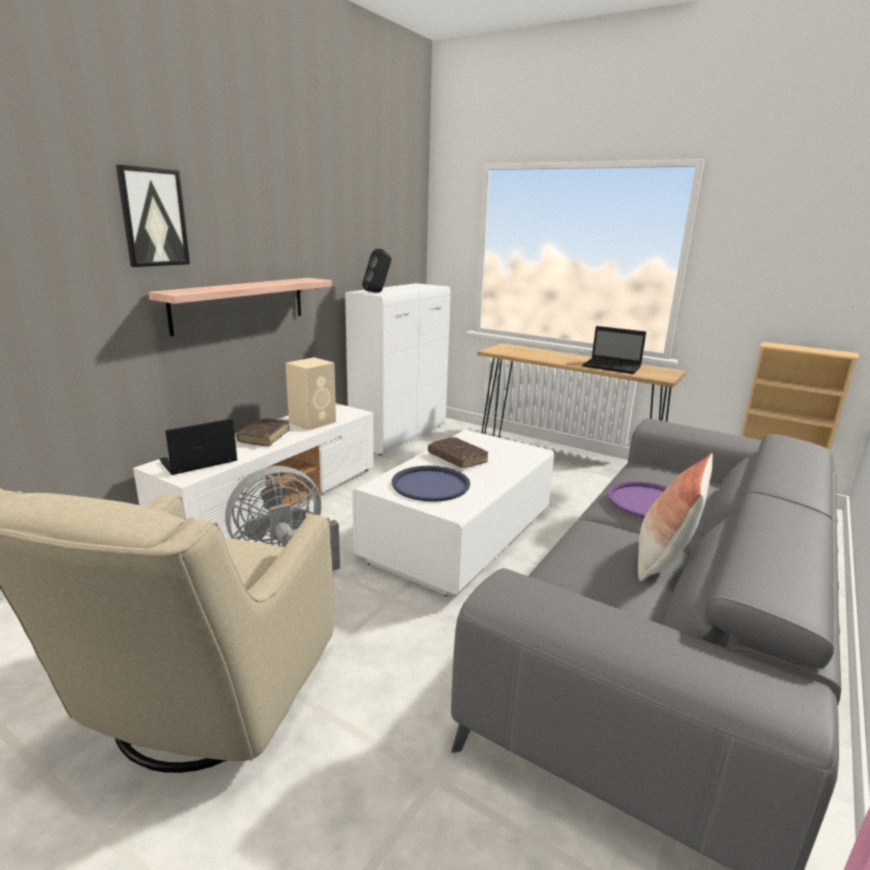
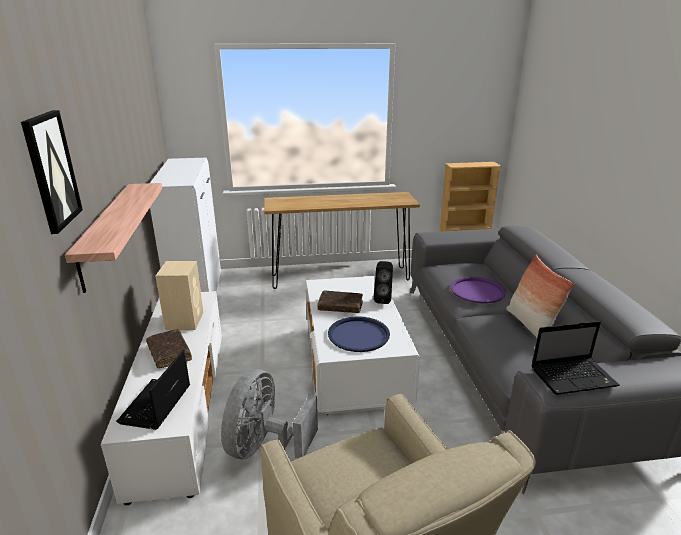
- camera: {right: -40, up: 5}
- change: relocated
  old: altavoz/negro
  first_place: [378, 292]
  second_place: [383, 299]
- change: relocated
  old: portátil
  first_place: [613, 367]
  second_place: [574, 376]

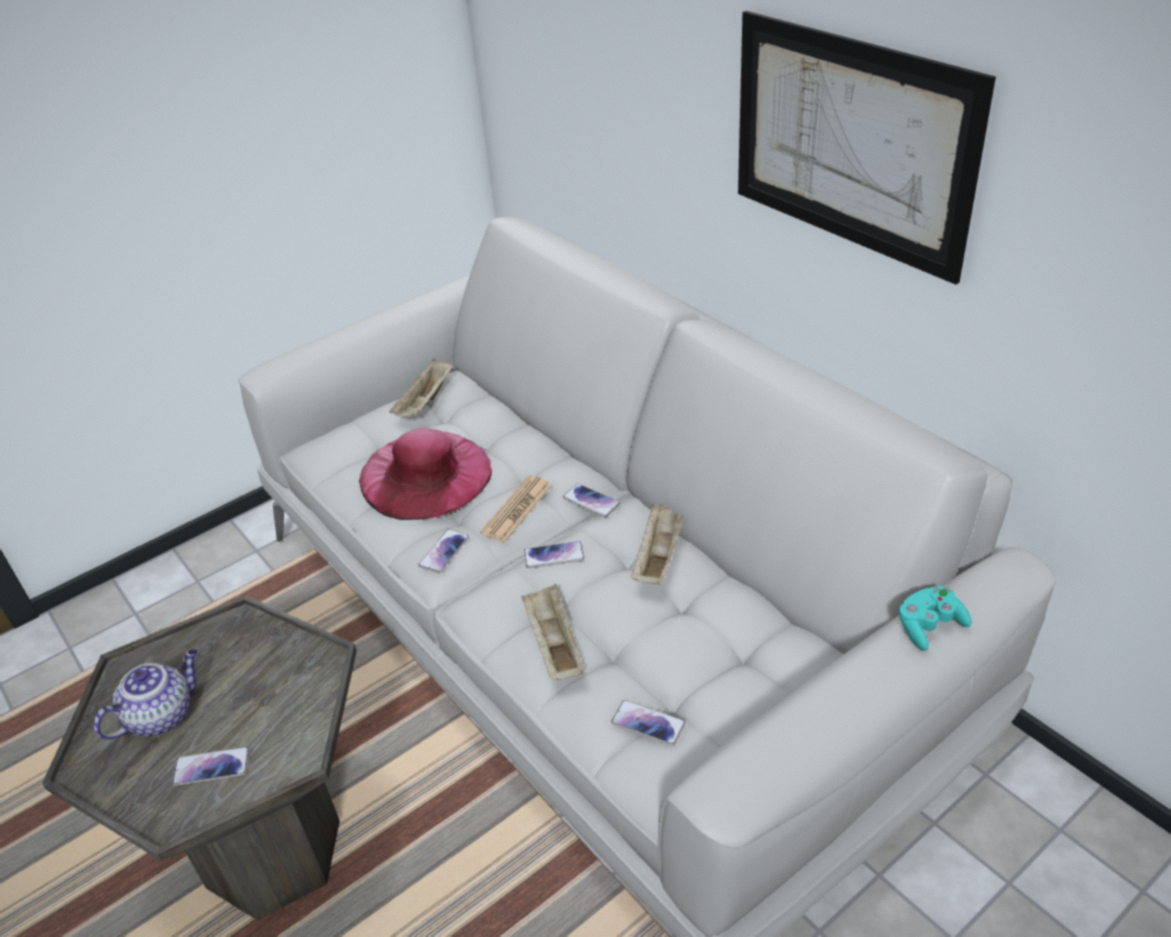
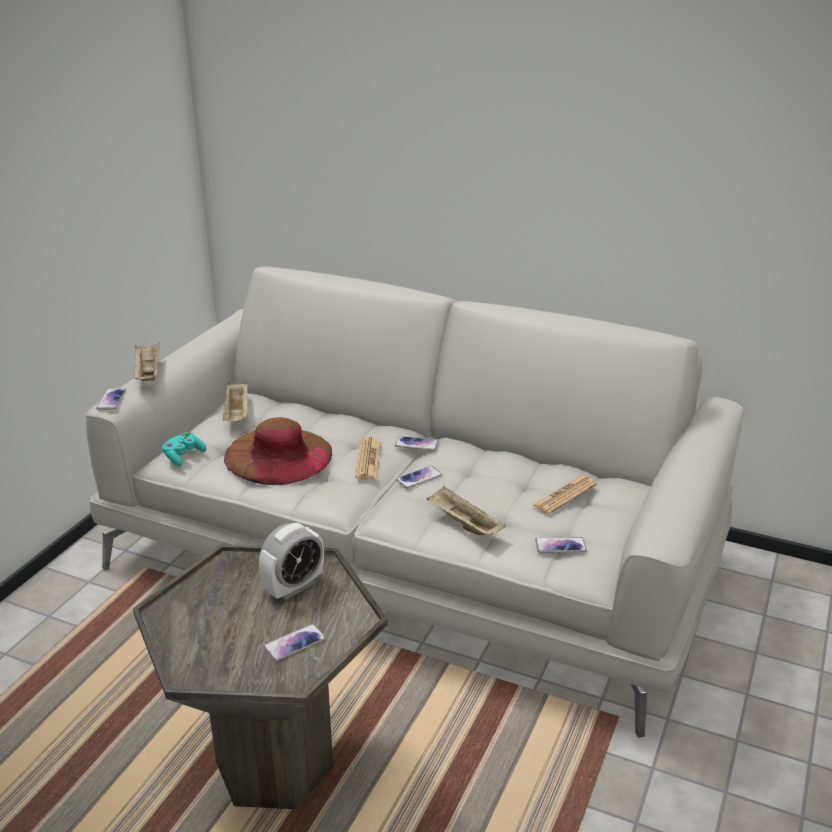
- camera: {right: -30, up: -10}
- change: missing
  old: tetera
  first_place: [162, 715]
- change: missing
  old: cuadro
  first_place: [850, 142]
- change: appeared
  new: despertador
  second_place: [294, 587]
- change: appeared
  new: periódico
  second_place: [564, 496]
- change: relocated
  old: móvil
  first_place: [444, 551]
  second_place: [111, 399]
- change: relocated
  old: bandeja/beis
  first_place: [659, 556]
  second_place: [148, 373]
- change: relocated
  old: mando de consola/turquesa
  first_place: [929, 627]
  second_place: [183, 456]
- change: colour
  old: sombrero/rosa
  new: sombrero/marrón
  first_place: [425, 474]
  second_place: [278, 455]

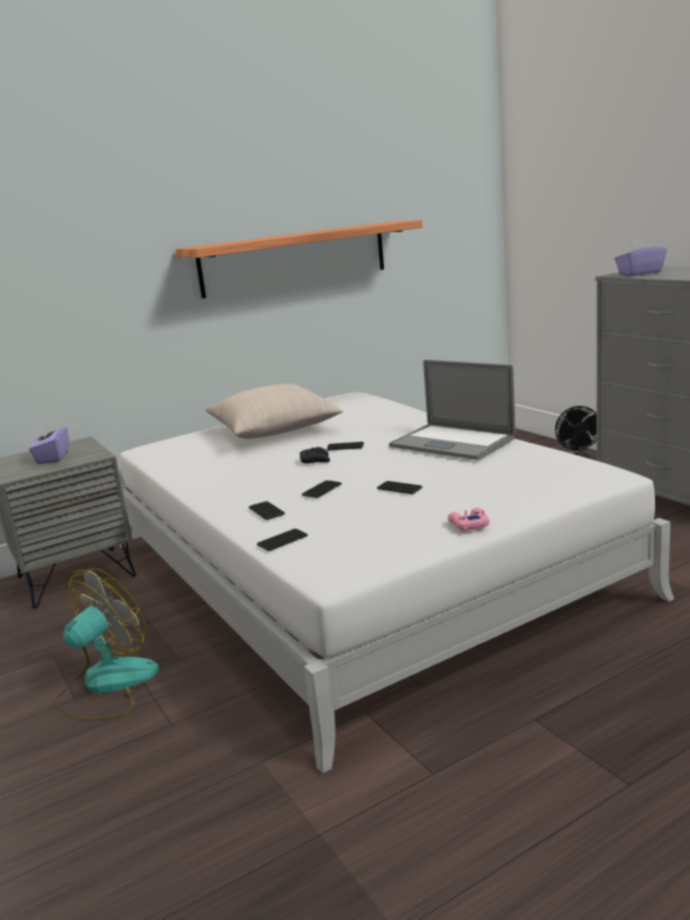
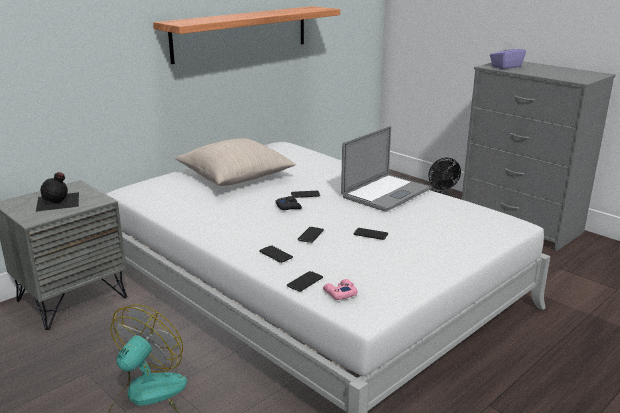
- camera: {right: -15, up: 5}
- change: relocated
  old: mando de consola/rosa
  first_place: [468, 524]
  second_place: [340, 293]
- change: exchanged
  old: caja de pañuelos/morado
  new: botella/negro
  first_place: [52, 458]
  second_place: [58, 201]
- change: spun
  old: portátil
  first_place: [452, 442]
  second_place: [386, 193]
  degrees: -75

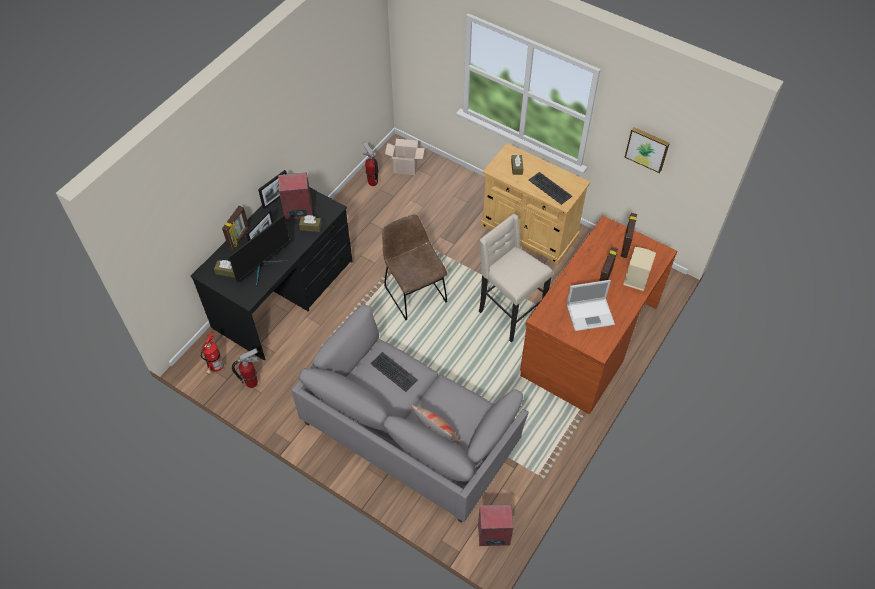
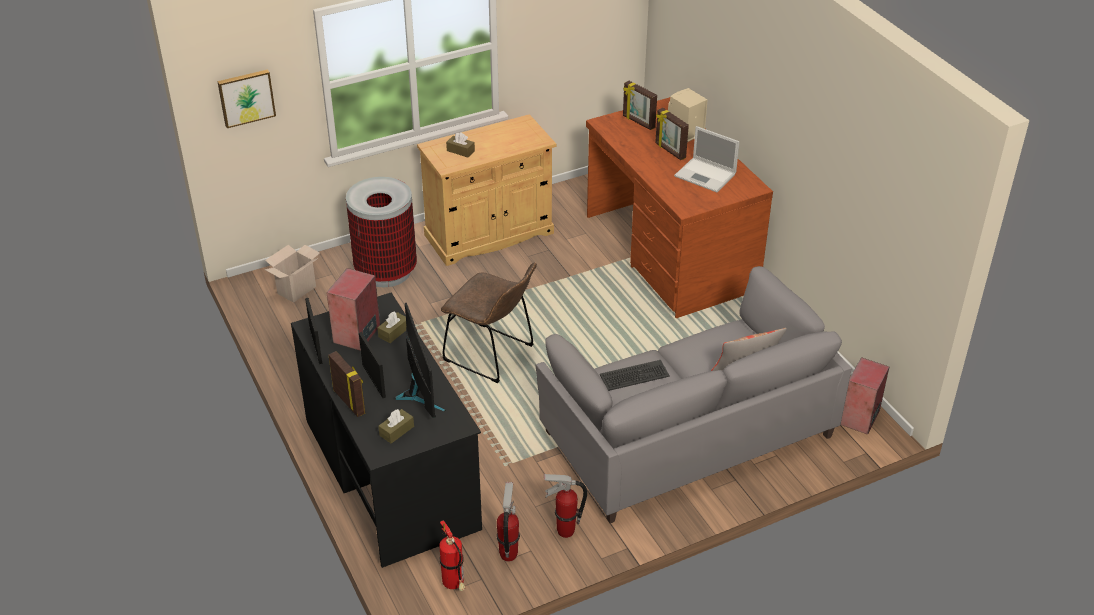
- camera: {right: -60, up: -15}
- change: missing
  old: taburete/beis
  first_place: [509, 313]
- change: missing
  old: teclado
  first_place: [550, 188]
- change: appeared
  new: papelera
  second_place: [385, 271]
- change: relocated
  old: extintor
  first_place: [372, 182]
  second_place: [565, 531]
- change: relocated
  old: cuadro
  first_place: [647, 148]
  second_place: [246, 97]
- change: spun
  old: silla/marrón
  first_place: [414, 292]
  second_place: [492, 355]
  degrees: -150
- change: spun
  old: portátil
  first_place: [591, 314]
  second_place: [706, 175]
  degrees: 105

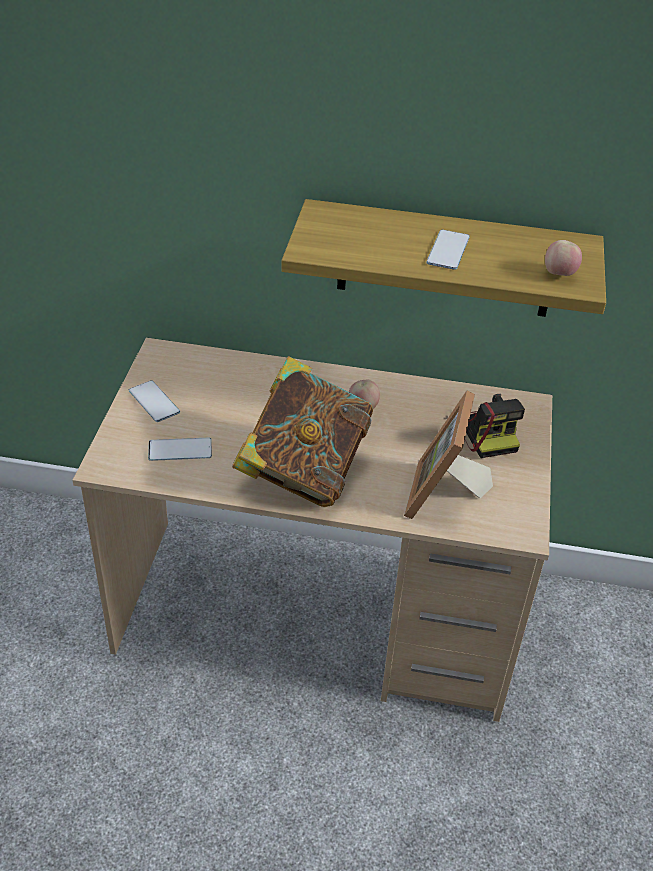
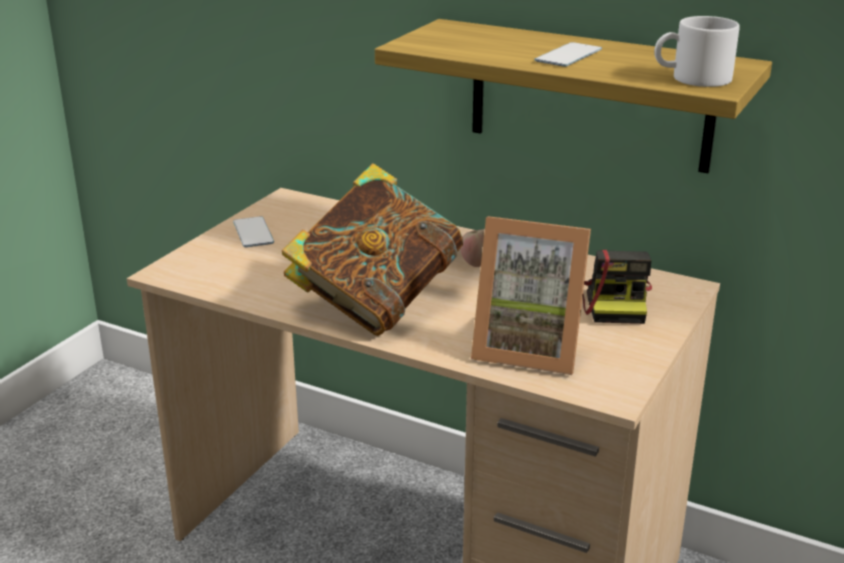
- camera: {right: 20, up: -15}
- change: missing
  old: móvil
  first_place: [180, 450]
- change: exchanged
  old: manzana
  new: taza grande/blanco
  first_place: [559, 274]
  second_place: [692, 79]
- change: spun
  old: portarretratos
  first_place: [444, 496]
  second_place: [528, 348]
  degrees: -105

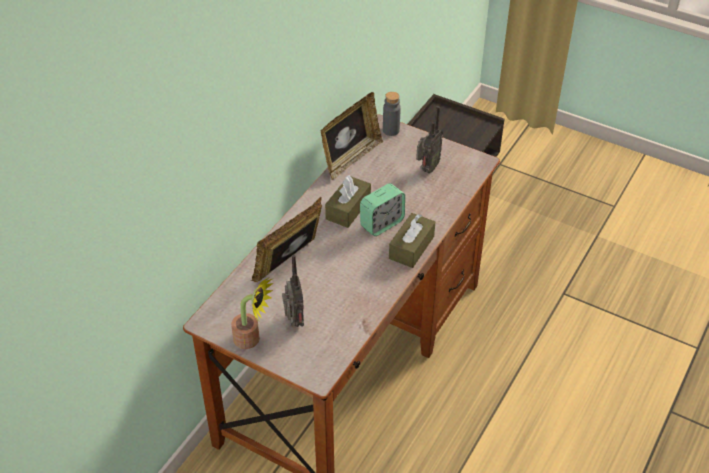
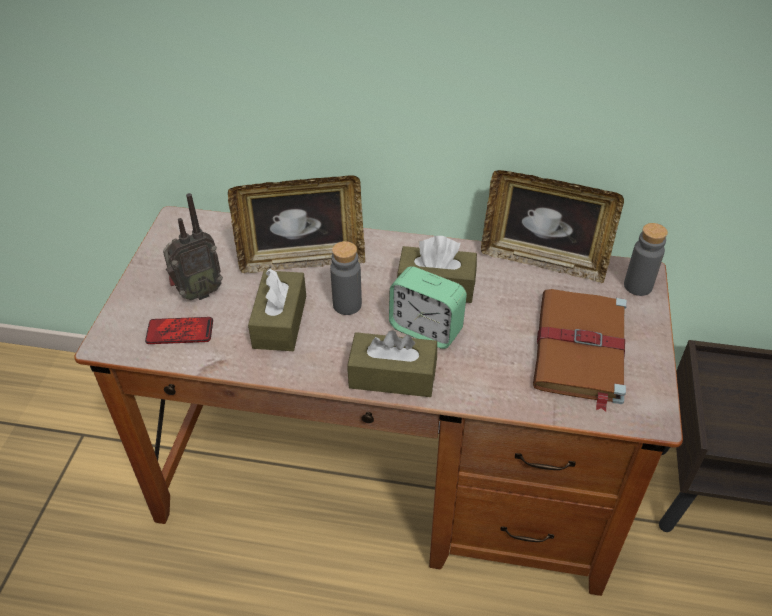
- camera: {right: 70, up: 0}
- change: missing
  old: planta en maceta
  first_place: [251, 340]
- change: appeared
  new: móvil
  second_place: [180, 331]
- change: appeared
  new: caja de pañuelos/marrón
  second_place: [280, 321]
- change: appeared
  new: botella/gris
  second_place: [347, 305]
- change: exchanged
  old: radio
  new: libro/marrón
  first_place: [426, 169]
  second_place: [580, 350]
- change: spun
  old: portarretratos
  first_place: [290, 263]
  second_place: [302, 260]
  degrees: 150

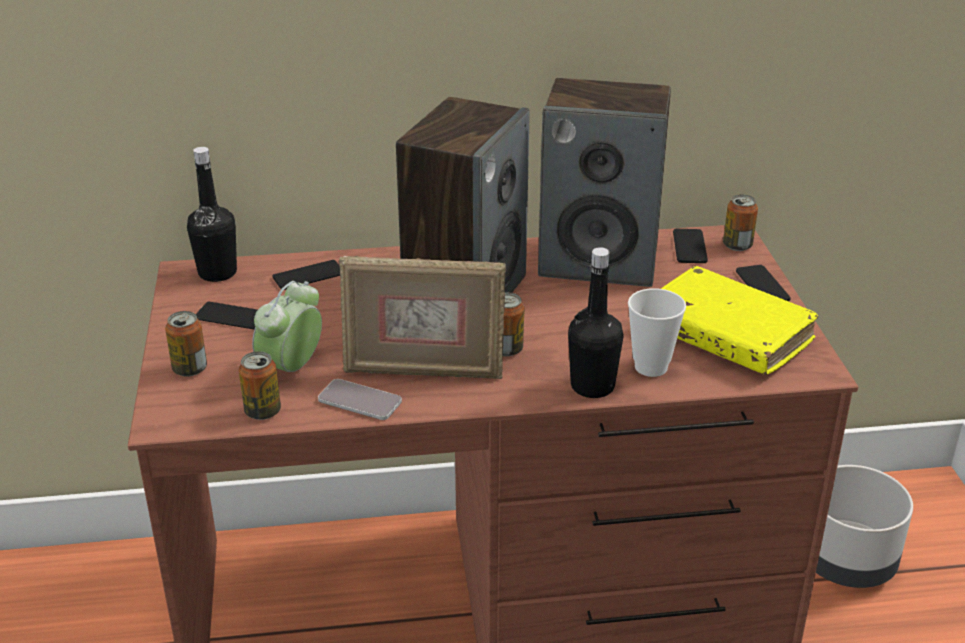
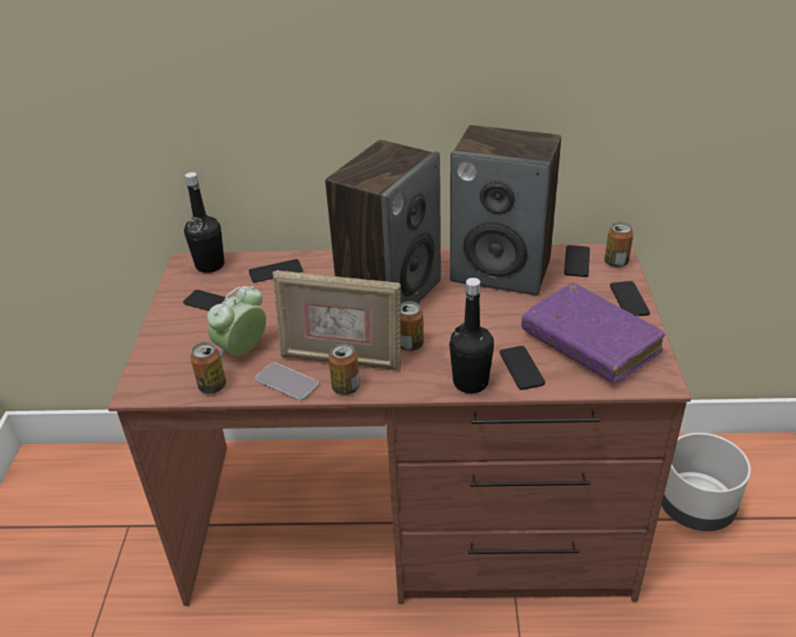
- camera: {right: 10, up: 5}
- change: relocated
  old: lata
  first_place: [190, 369]
  second_place: [346, 387]
- change: exchanged
  old: taza
  new: móvil
  first_place: [651, 367]
  second_place: [521, 368]
- change: colour
  old: libro/amarillo
  new: libro/morado
  first_place: [726, 335]
  second_place: [590, 343]

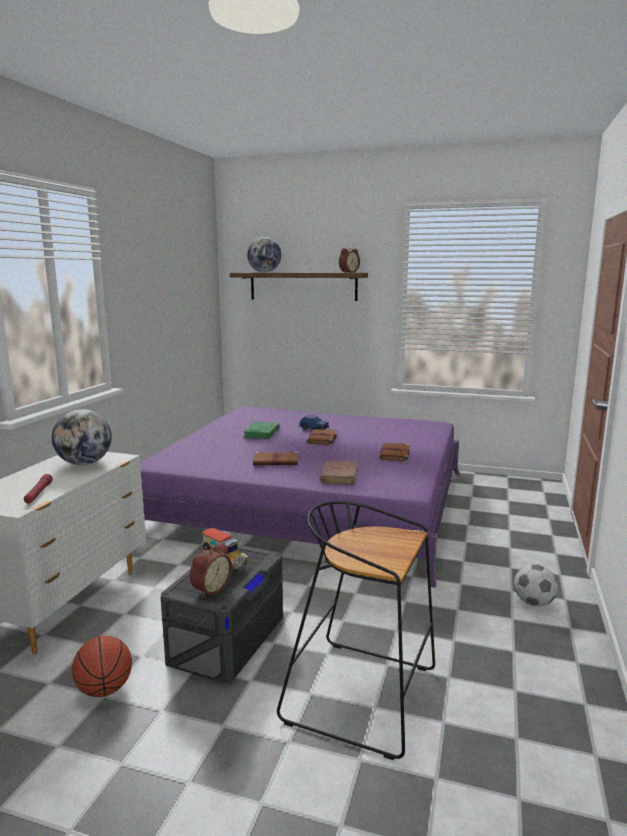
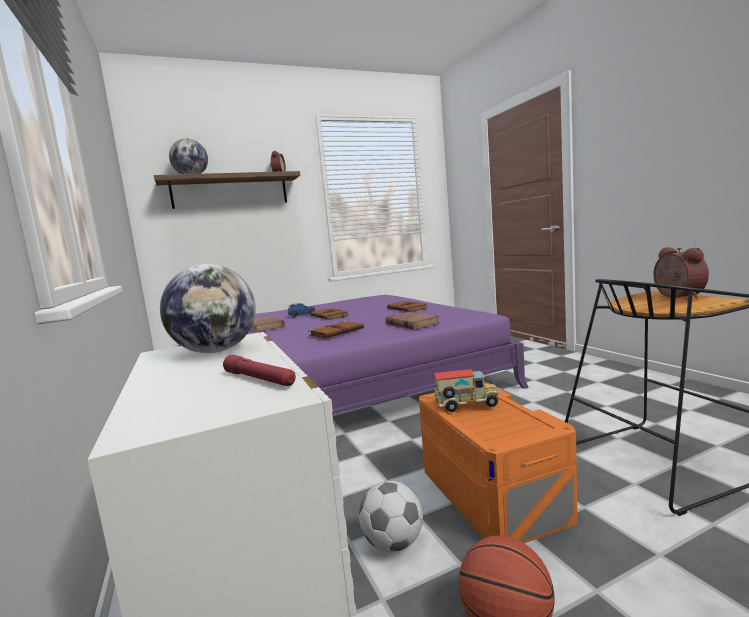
- camera: {right: -40, up: -5}
- change: relocated
  old: despertador
  first_place: [210, 589]
  second_place: [676, 296]
- change: relocated
  old: balón de fútbol
  first_place: [533, 603]
  second_place: [393, 543]
- change: colour
  old: caja de almacenaje/gris
  new: caja de almacenaje/naranja
  first_place: [227, 637]
  second_place: [491, 492]
- change: colour
  old: libro/verde
  new: libro/marrón
  first_place: [261, 433]
  second_place: [264, 326]

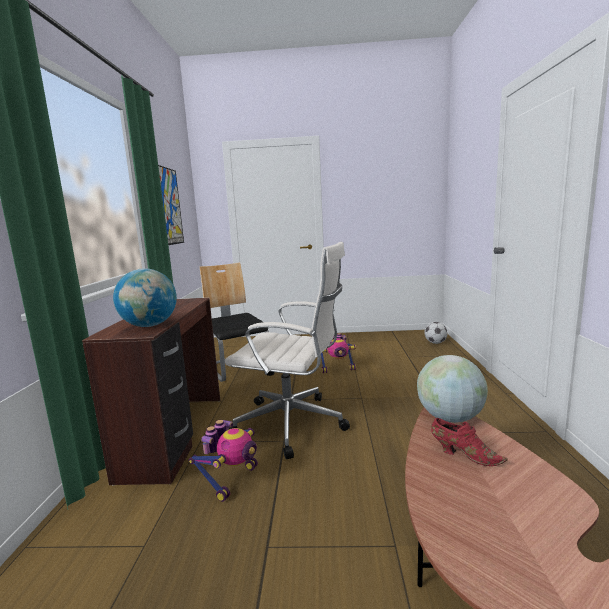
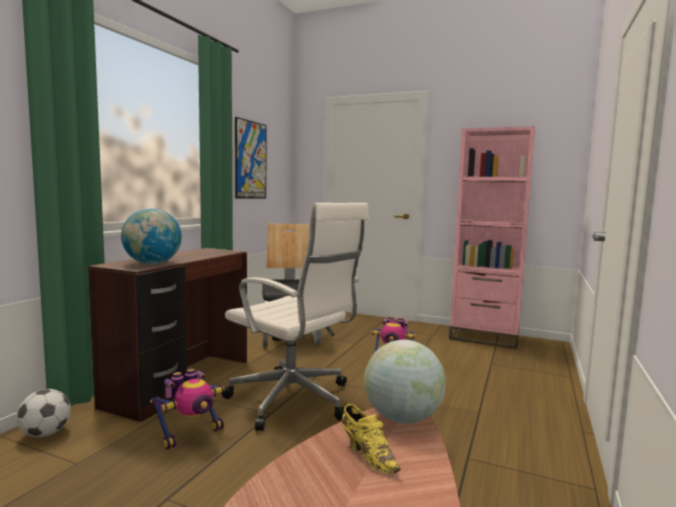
- camera: {right: 20, up: -5}
- change: appeared
  new: estantería/rosa
  second_place: [484, 337]
- change: relocated
  old: balón de fútbol
  first_place: [435, 343]
  second_place: [45, 434]
- change: colour
  old: zapato/rojo
  new: zapato/amarillo
  first_place: [463, 455]
  second_place: [367, 455]

